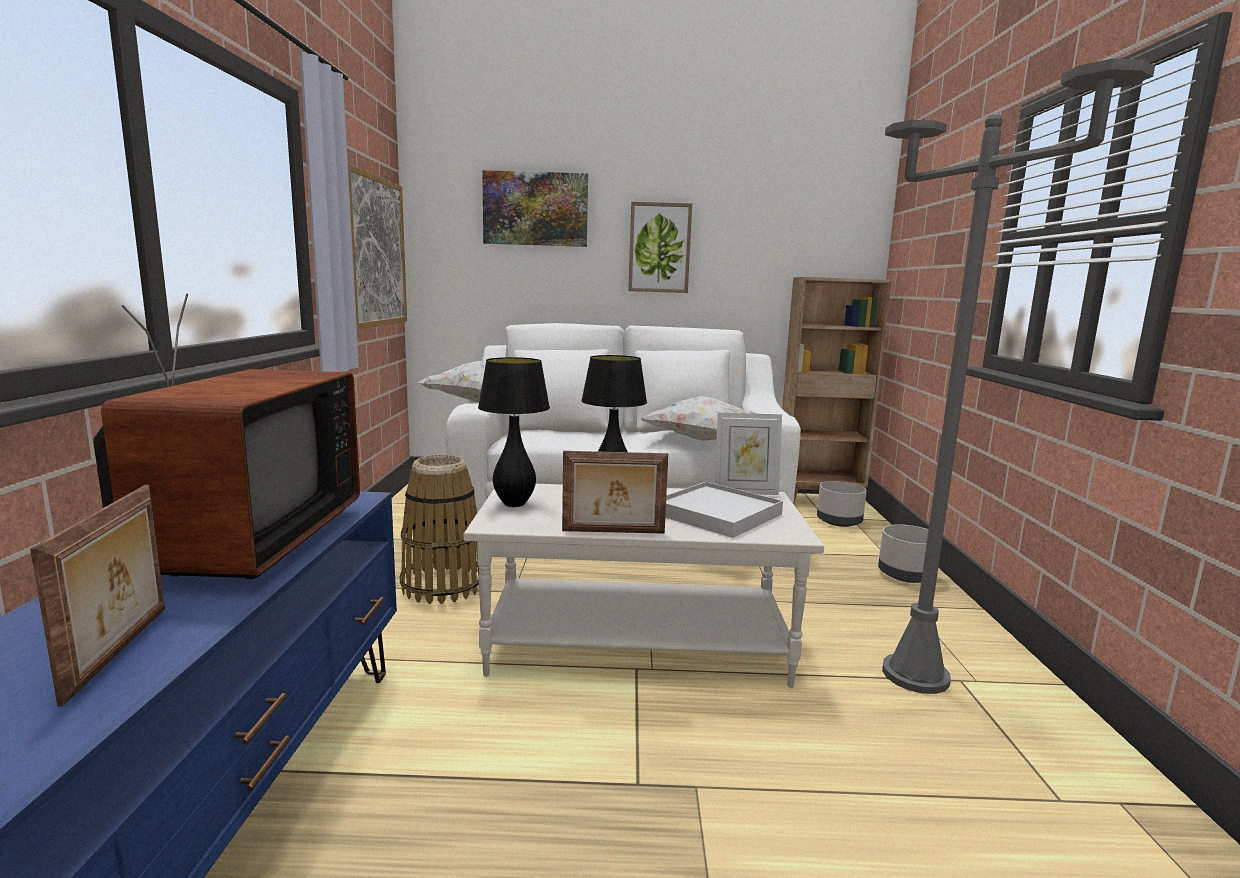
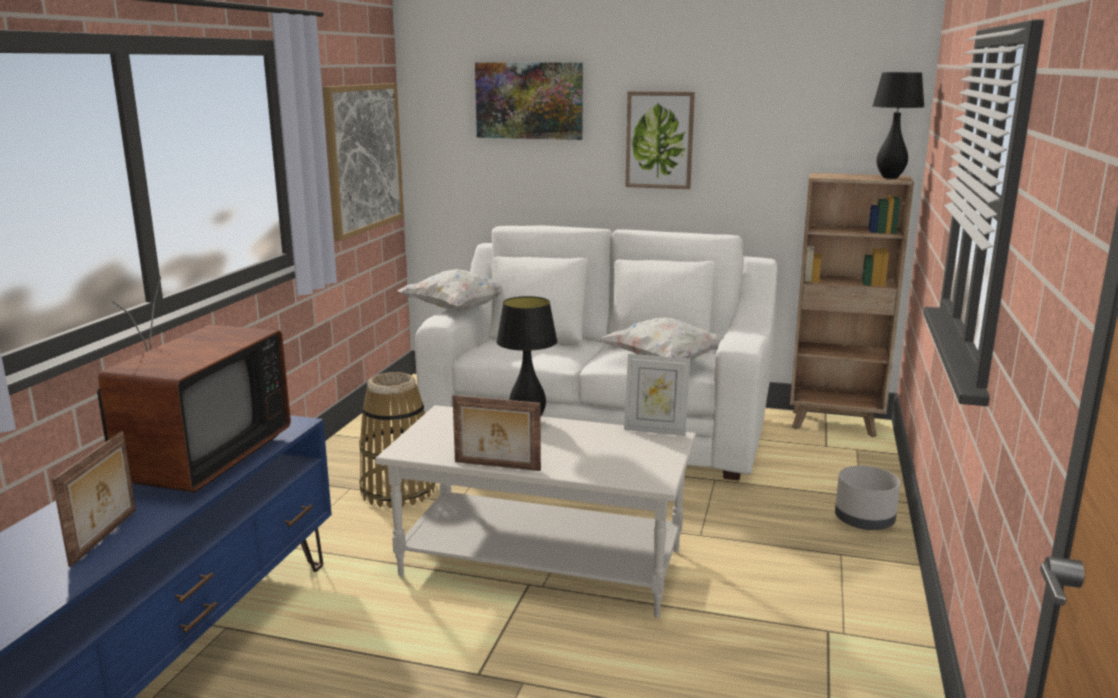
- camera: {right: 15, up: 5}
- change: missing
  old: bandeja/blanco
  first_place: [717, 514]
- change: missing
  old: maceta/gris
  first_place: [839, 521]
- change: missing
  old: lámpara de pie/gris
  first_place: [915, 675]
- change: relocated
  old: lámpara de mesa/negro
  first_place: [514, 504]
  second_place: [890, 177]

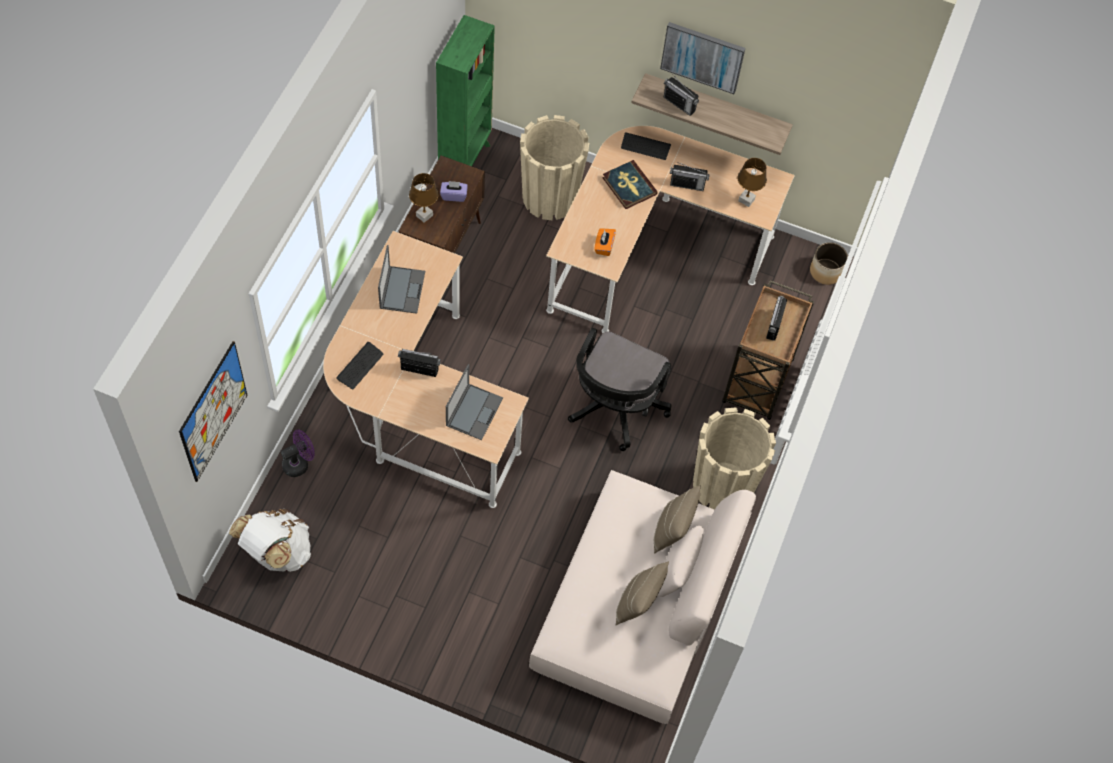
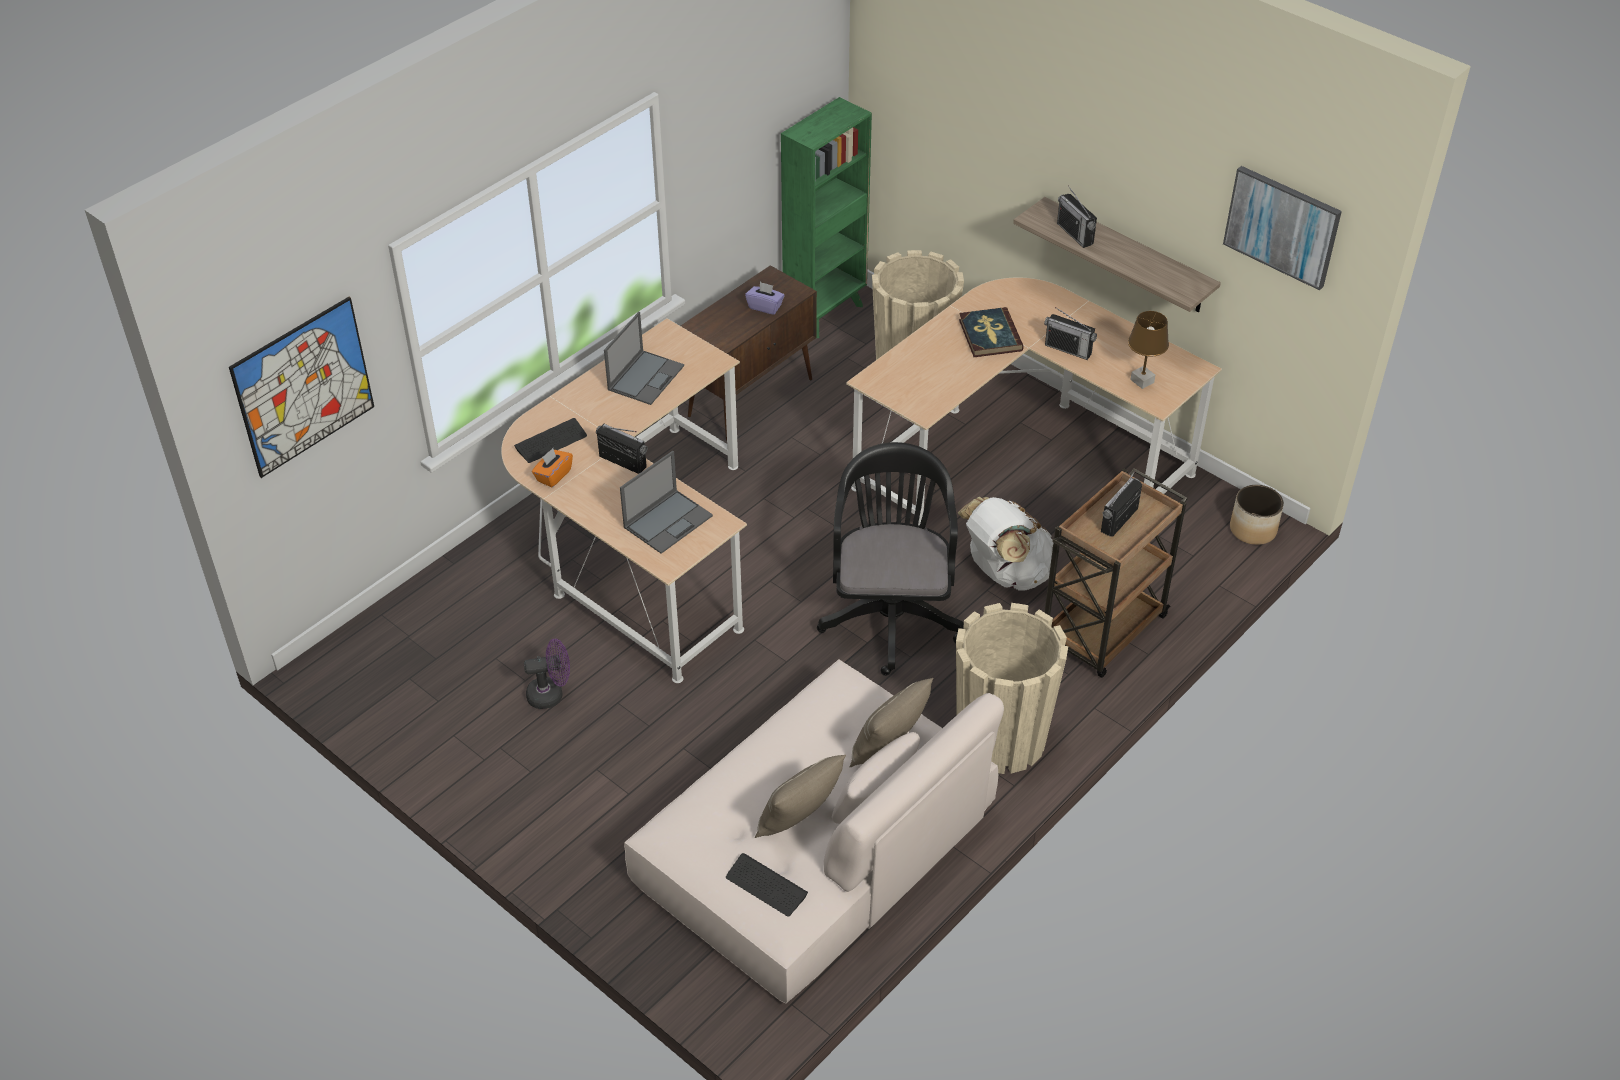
- camera: {right: 25, up: -15}
- change: missing
  old: lámpara de mesa/marrón
  first_place: [424, 215]
- change: relocated
  old: mochila/blanco
  first_place: [276, 553]
  second_place: [1005, 572]
- change: relocated
  old: ventilador/morado
  first_place: [299, 463]
  second_place: [551, 694]
- change: relocated
  old: caja de pañuelos/naranja
  first_place: [604, 246]
  second_place: [553, 475]
- change: relocated
  old: teclado
  first_place: [645, 147]
  second_place: [766, 886]
- change: relocated
  old: cuadro
  first_place: [702, 56]
  second_place: [1282, 226]
- change: spun
  old: silla de oficina/negro
  first_place: [614, 409]
  second_place: [891, 614]
  degrees: 135

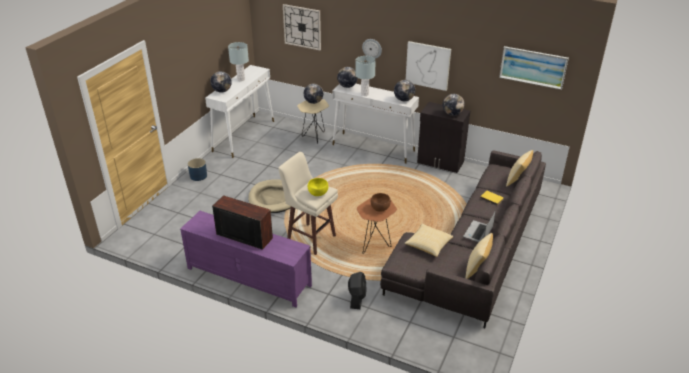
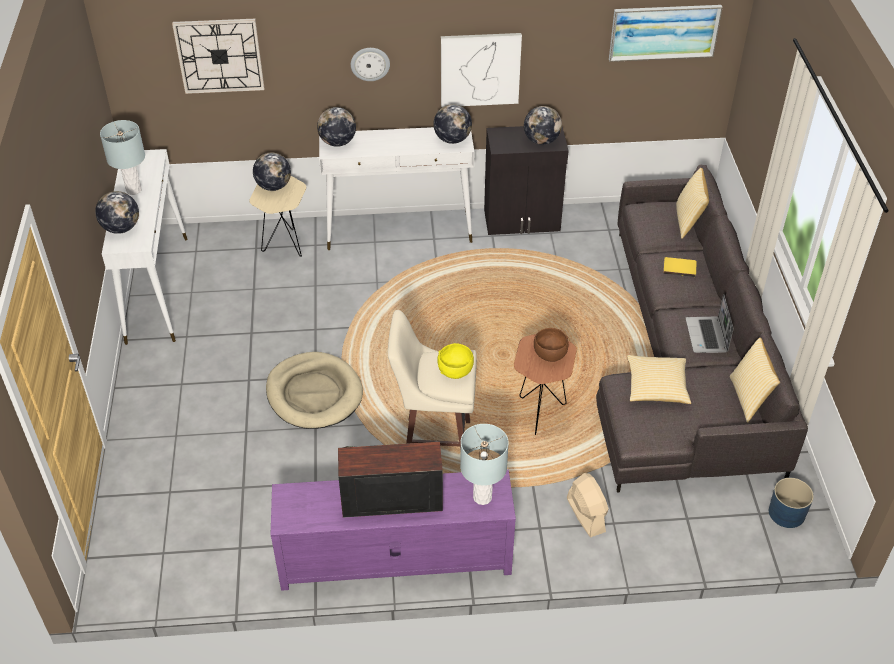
- camera: {right: -30, up: 10}
- change: relocated
  old: maceta/azul
  first_place: [198, 176]
  second_place: [786, 513]
- change: relocated
  old: lámpara de mesa/gris
  first_place: [364, 94]
  second_place: [482, 497]
- change: colour
  old: ventilador/negro
  new: ventilador/beis
  first_place: [357, 298]
  second_place: [586, 515]

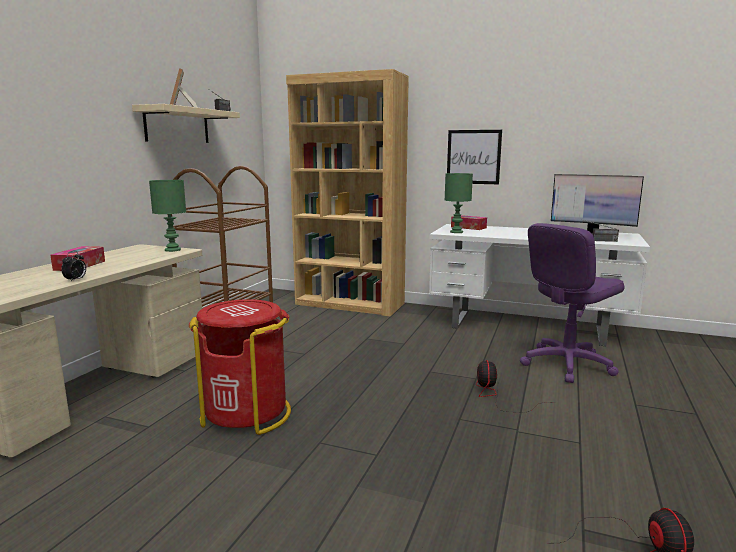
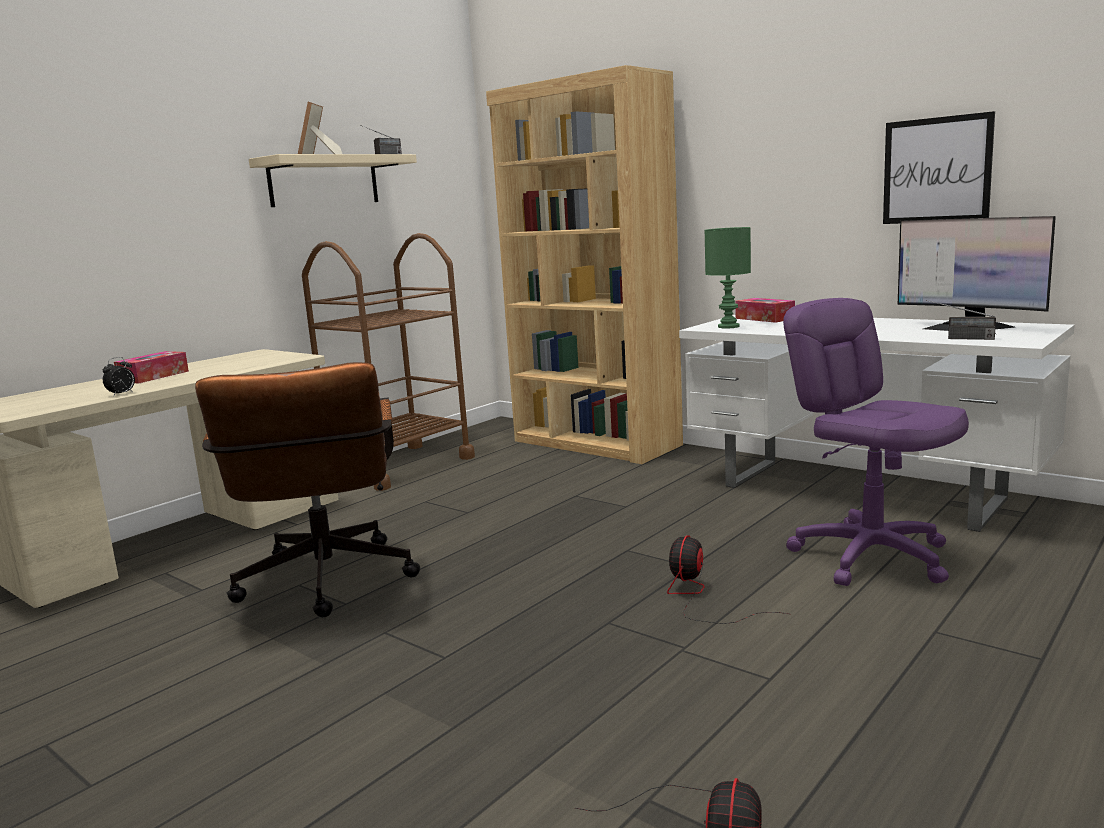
- camera: {right: 20, up: 0}
- change: missing
  old: lámpara de mesa/verde
  first_place: [172, 250]
- change: relocated
  old: cuadro
  first_place: [473, 157]
  second_place: [936, 170]
- change: exchanged
  old: papelera/rojo
  new: silla de oficina/marrón
  first_place: [246, 414]
  second_place: [325, 586]
- change: spun
  old: silla de oficina/morado
  first_place: [566, 364]
  second_place: [871, 556]
  degrees: 75

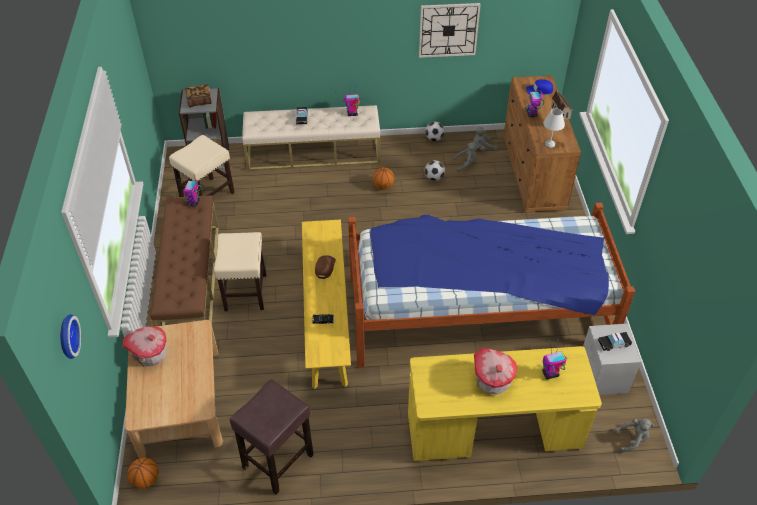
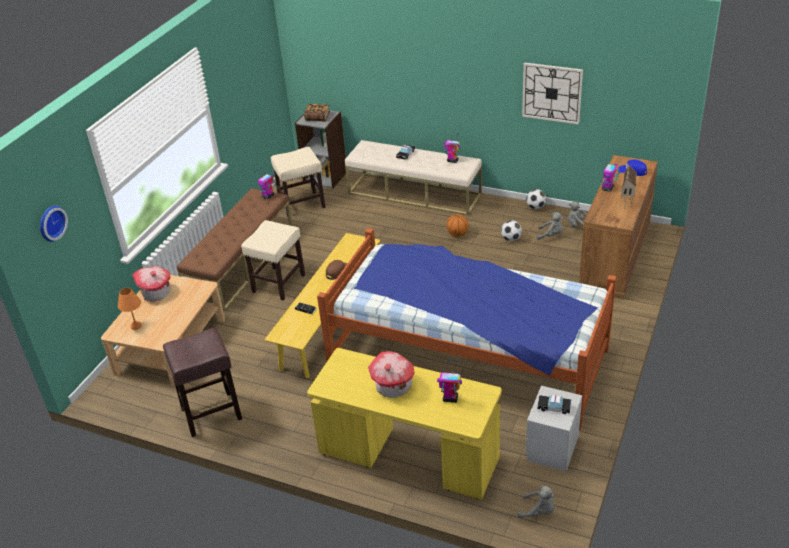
- camera: {right: 30, up: -10}
- change: missing
  old: balón de baloncesto
  first_place: [146, 479]
- change: missing
  old: lámpara de mesa/blanco
  first_place: [549, 144]
- change: appeared
  new: lámpara de mesa/naranja
  second_place: [136, 325]

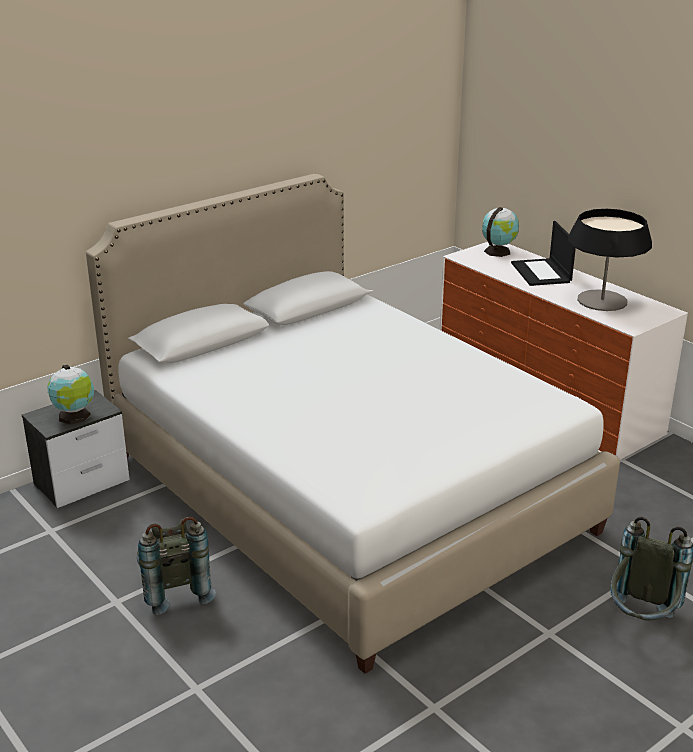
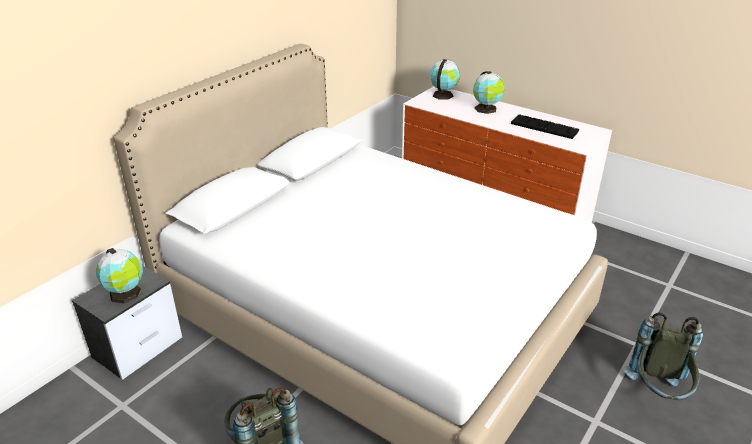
- camera: {right: -15, up: 5}
- change: exchanged
  old: portátil
  new: globo terráqueo
  first_place: [542, 273]
  second_place: [486, 109]
- change: exchanged
  old: lámpara de mesa
  new: teclado
  first_place: [602, 300]
  second_place: [545, 127]

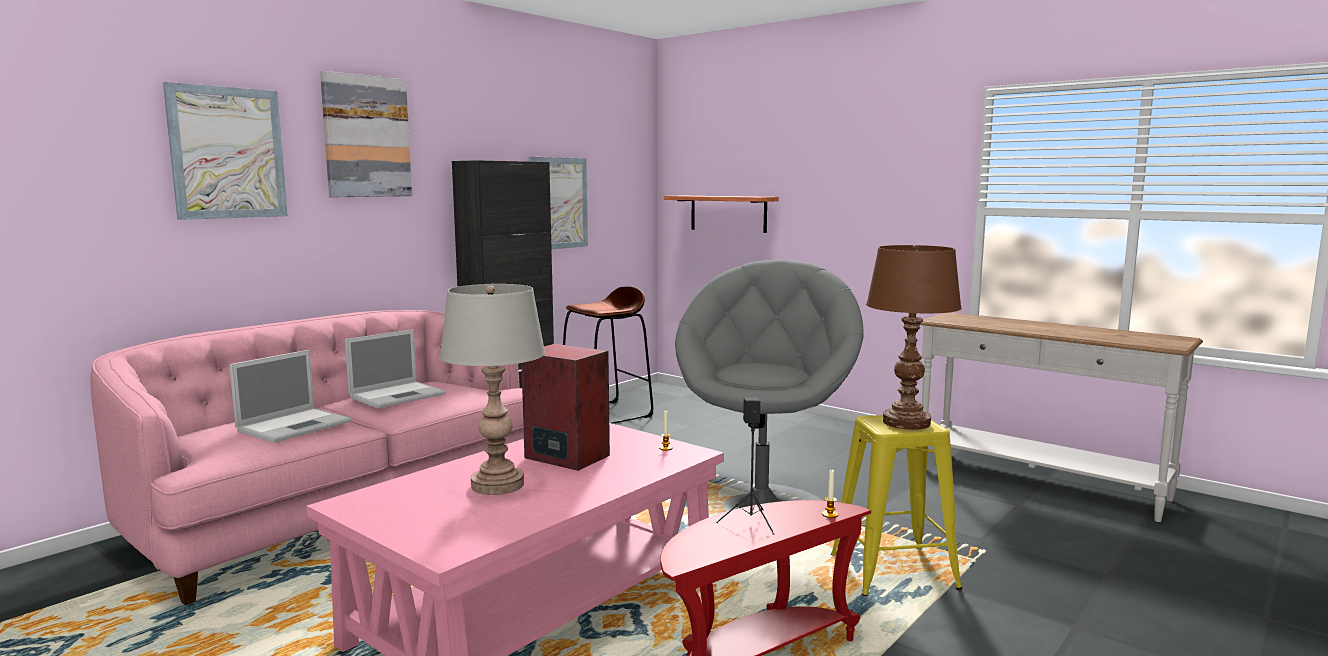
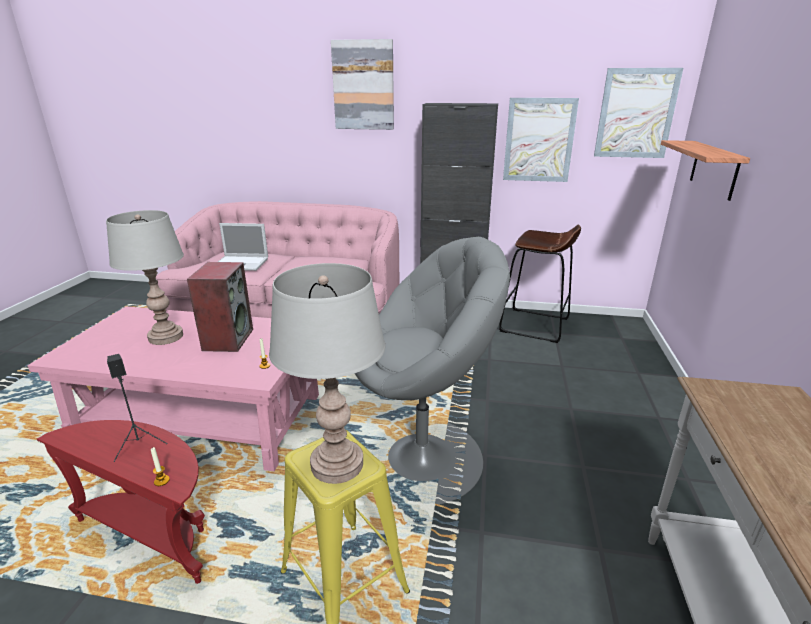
- camera: {right: 60, up: 15}
- change: missing
  old: portátil
  first_place: [399, 395]
- change: relocated
  old: cuadro
  first_place: [228, 153]
  second_place: [636, 114]
- change: colour
  old: lámpara de mesa/marrón
  new: lámpara de mesa/gris
  first_place: [906, 423]
  second_place: [337, 464]

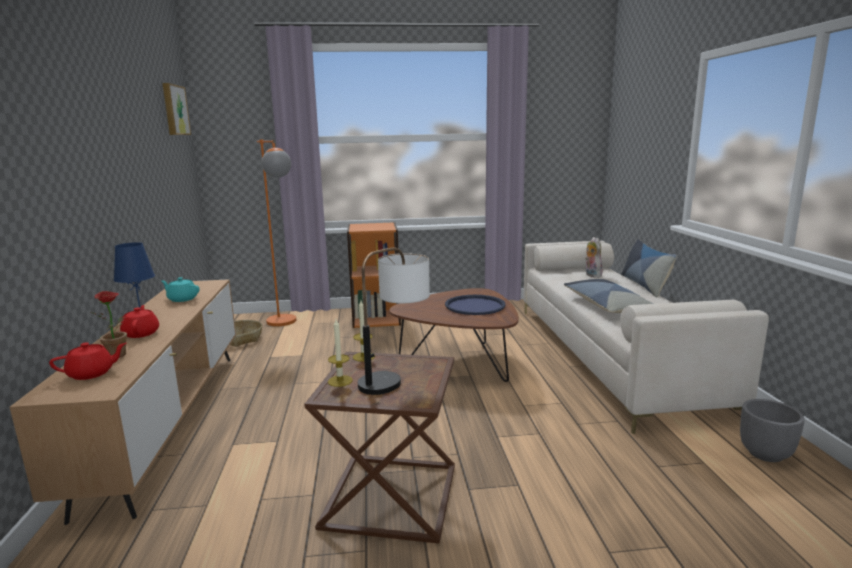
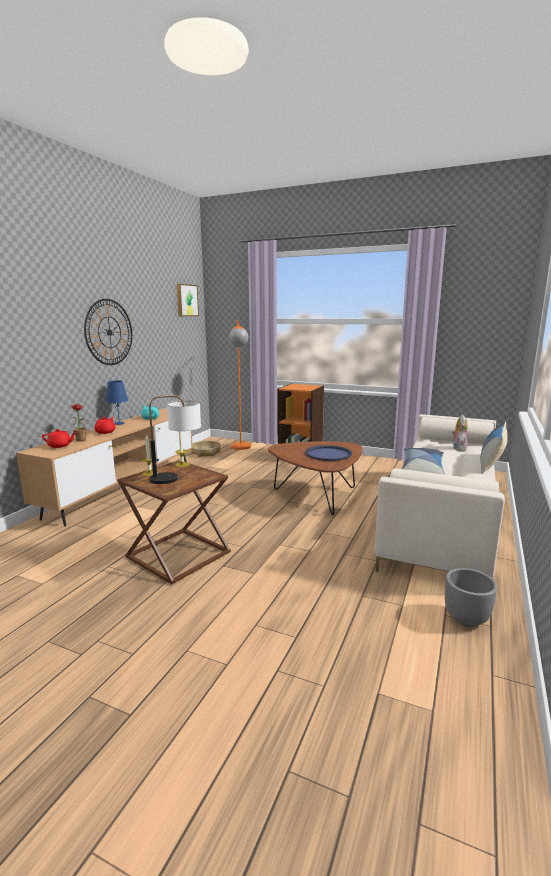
- camera: {right: 30, up: 0}
- change: appeared
  new: reloj de pared
  second_place: [109, 332]

